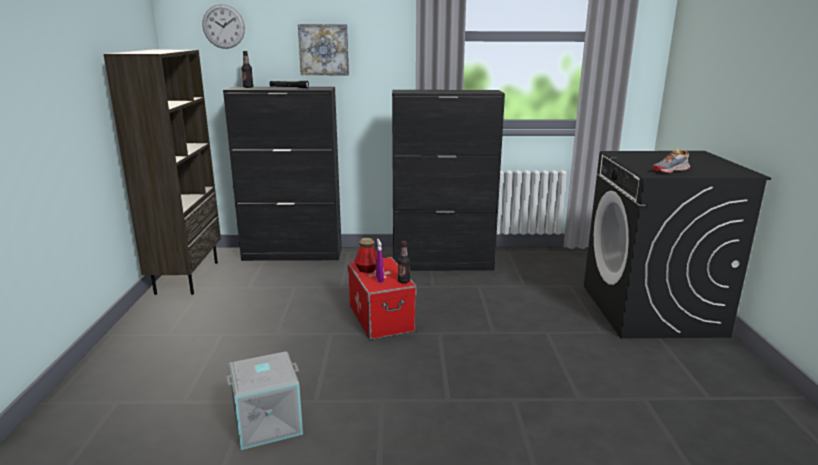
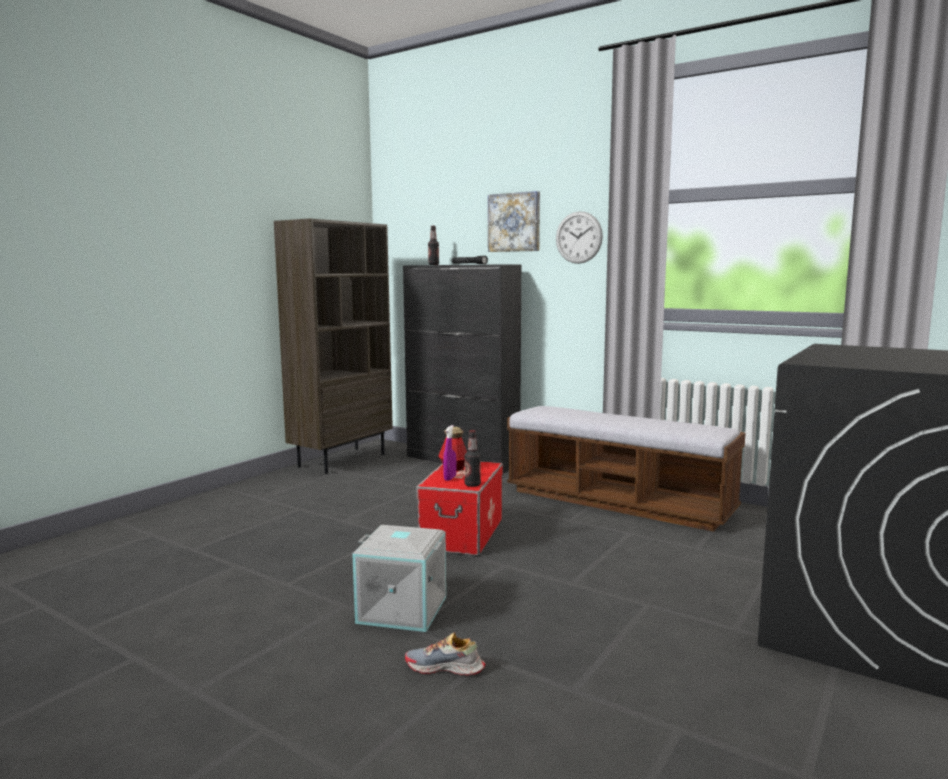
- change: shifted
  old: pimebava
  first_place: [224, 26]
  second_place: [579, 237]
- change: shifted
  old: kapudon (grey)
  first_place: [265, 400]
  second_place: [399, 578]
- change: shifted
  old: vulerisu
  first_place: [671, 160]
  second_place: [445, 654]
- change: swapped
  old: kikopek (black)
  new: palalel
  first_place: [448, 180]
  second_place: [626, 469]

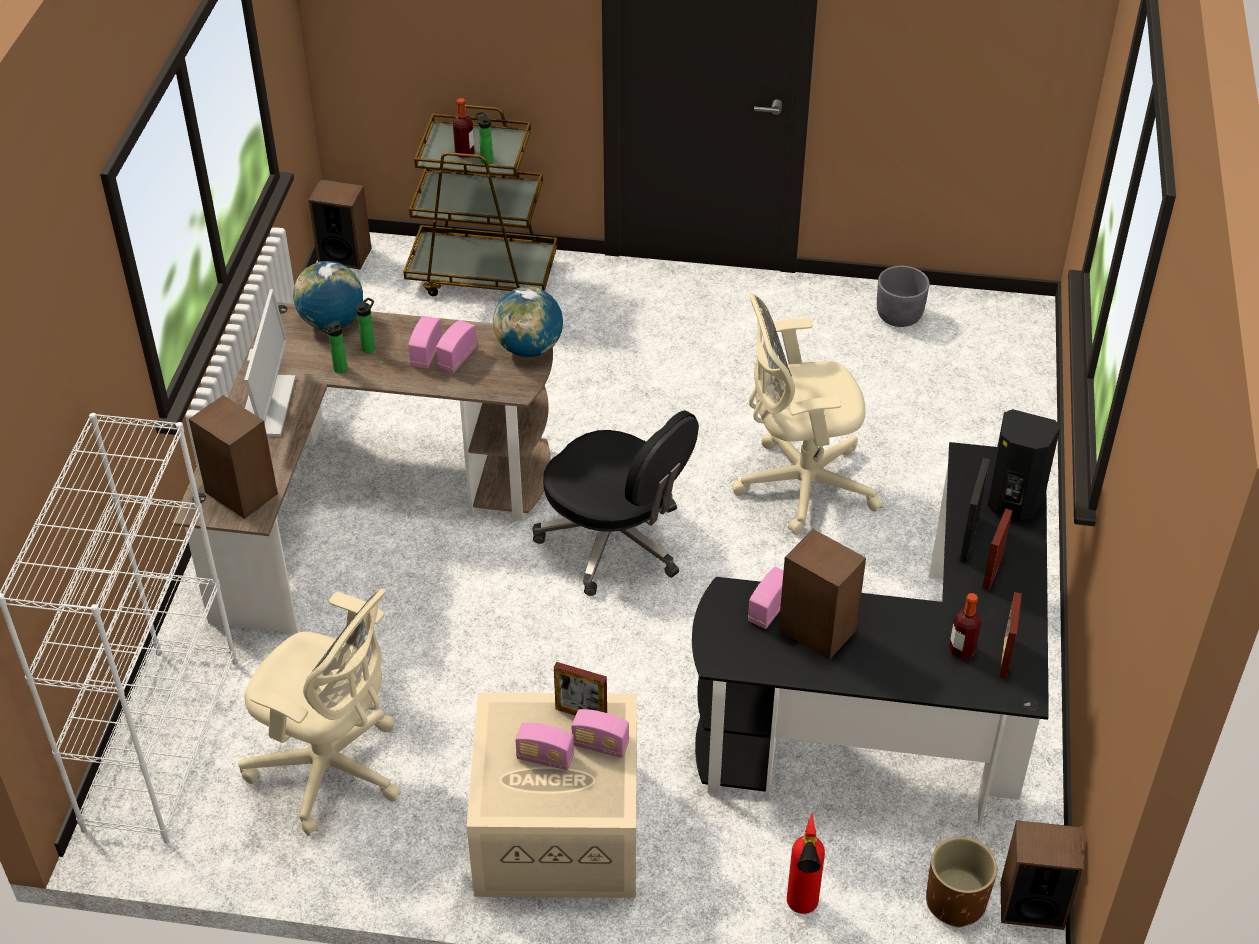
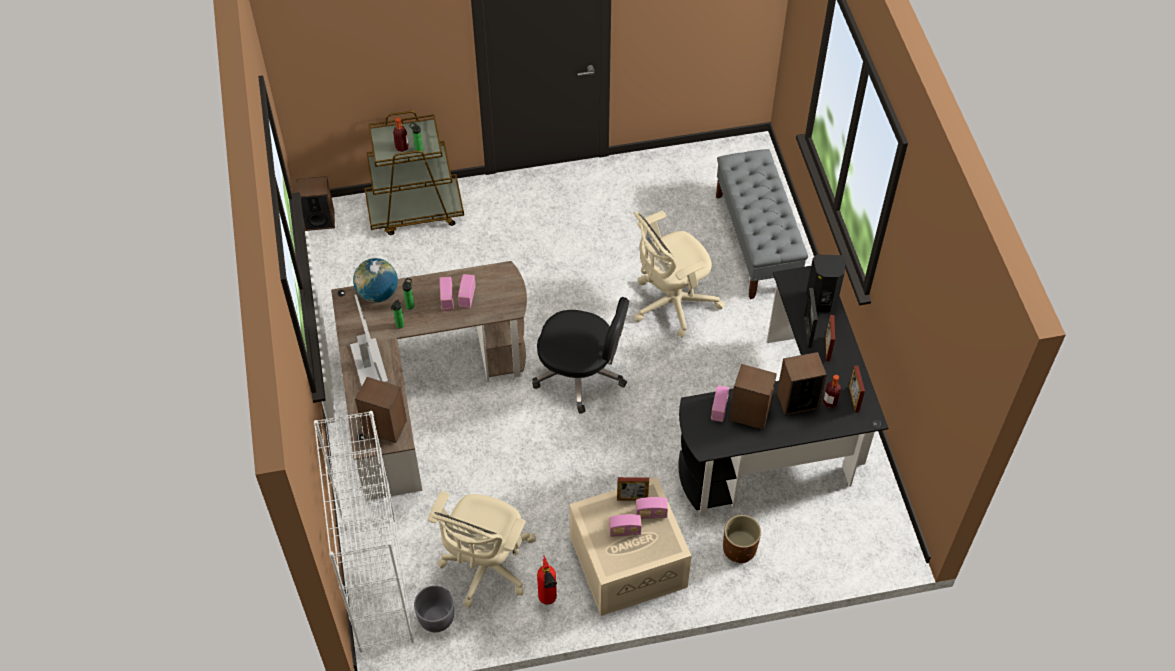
- change: gone
  old: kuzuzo
  first_place: [528, 322]
- change: new
  new: palalel (grey)
  second_place: [762, 224]
- change: shifted
  old: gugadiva
  first_place: [806, 863]
  second_place: [547, 580]
- change: shifted
  old: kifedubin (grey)
  first_place: [903, 296]
  second_place: [434, 609]
- change: shifted
  old: kifedubin (brown)
  first_place: [961, 882]
  second_place: [742, 539]
- change: shifted
  old: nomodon
  first_place: [1042, 875]
  second_place: [802, 383]
- change: rotated
  old: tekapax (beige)
  first_place: [319, 712]
  second_place: [481, 549]
  degrees: 105

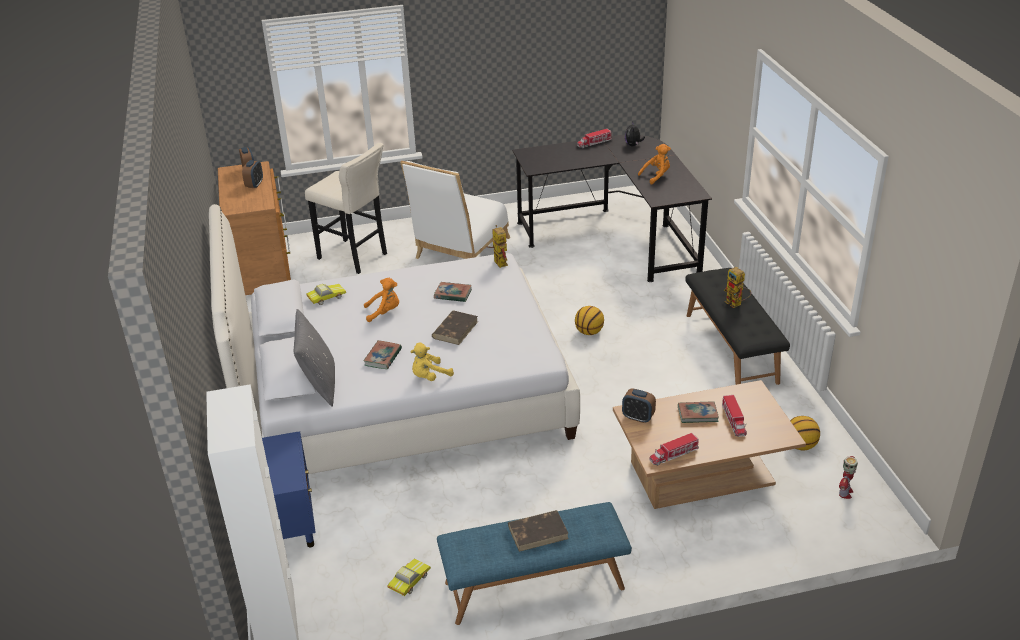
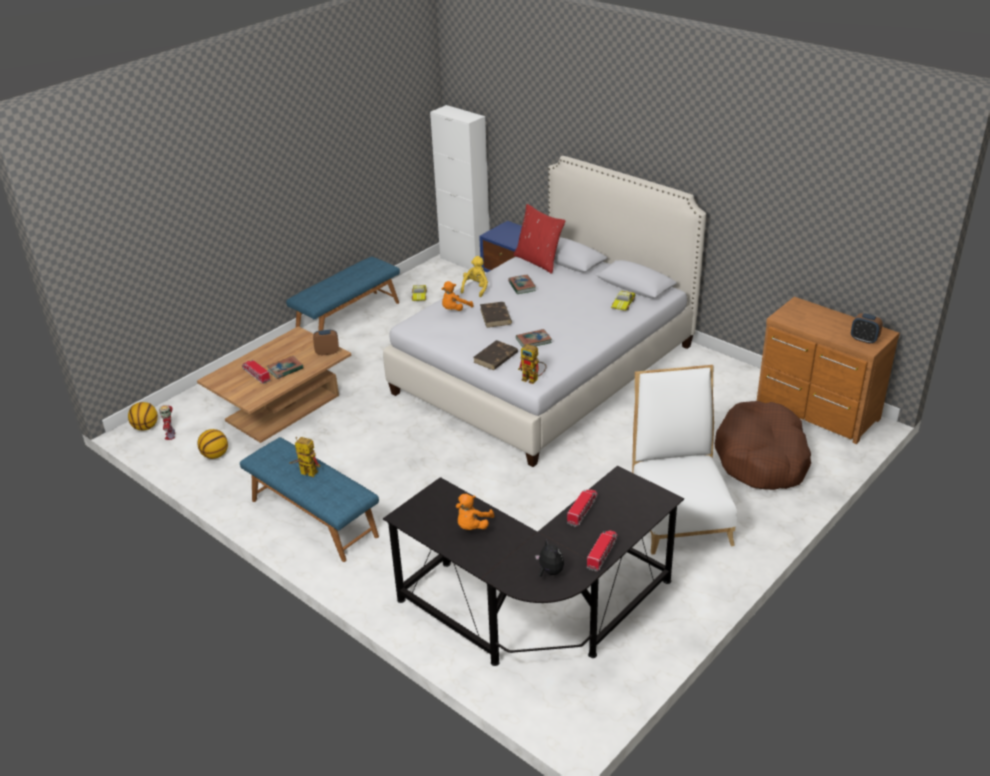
- change: gone
  old: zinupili
  first_place: [252, 174]
- change: shifted
  old: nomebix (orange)
  first_place: [381, 300]
  second_place: [457, 296]
- change: shifted
  old: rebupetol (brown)
  first_place: [538, 531]
  second_place: [495, 355]
- change: shifted
  old: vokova
  first_place: [589, 320]
  second_place: [143, 416]
- change: shifted
  old: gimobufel
  first_place: [674, 449]
  second_place: [582, 508]
- change: swapped
  old: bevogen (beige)
  new: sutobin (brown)
  first_place: [346, 208]
  second_place: [763, 445]
- change: repainted
  old: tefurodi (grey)
  new: tefurodi (red)
  first_place: [314, 358]
  second_place: [540, 239]
- change: repainted
  old: palalel (black)
  new: palalel (blue)
  first_place: [737, 326]
  second_place: [309, 499]

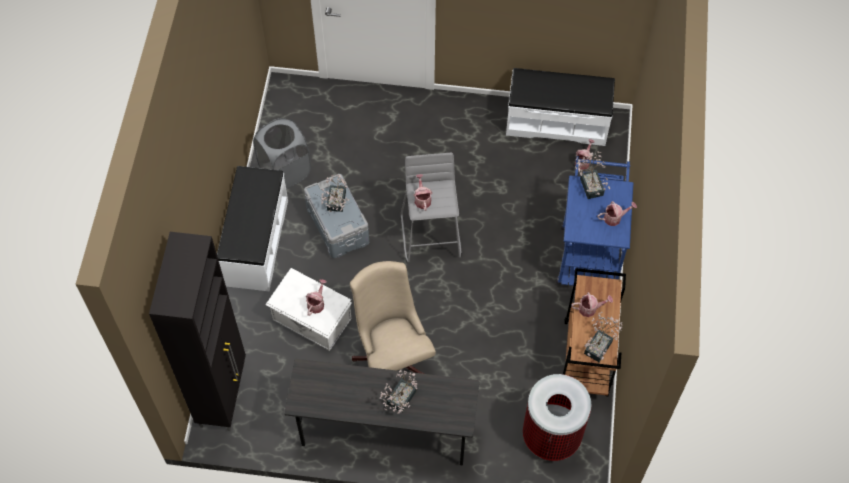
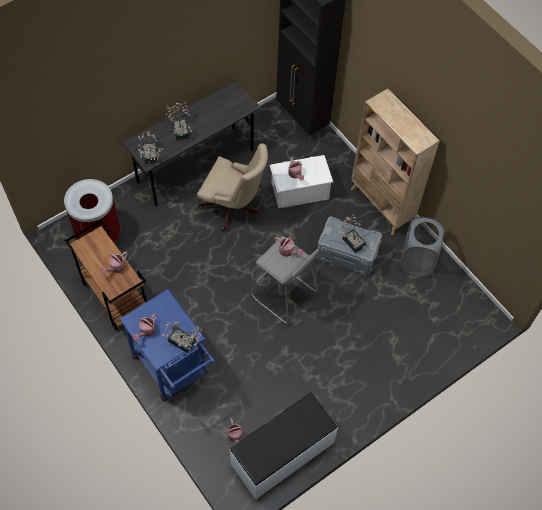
- change: shifted
  old: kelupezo
  first_place: [603, 337]
  second_place: [150, 147]
- change: swapped
  old: palalel (white)
  new: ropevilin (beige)
  first_place: [252, 228]
  second_place: [395, 161]

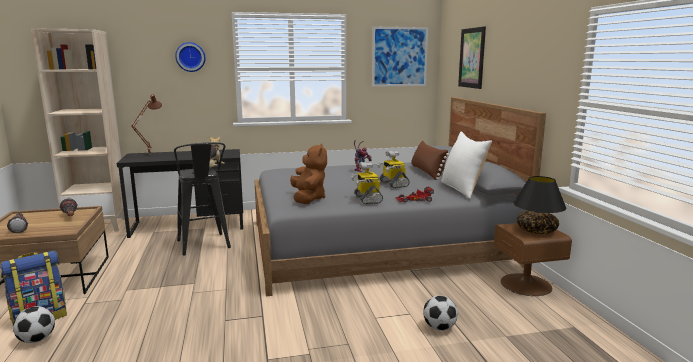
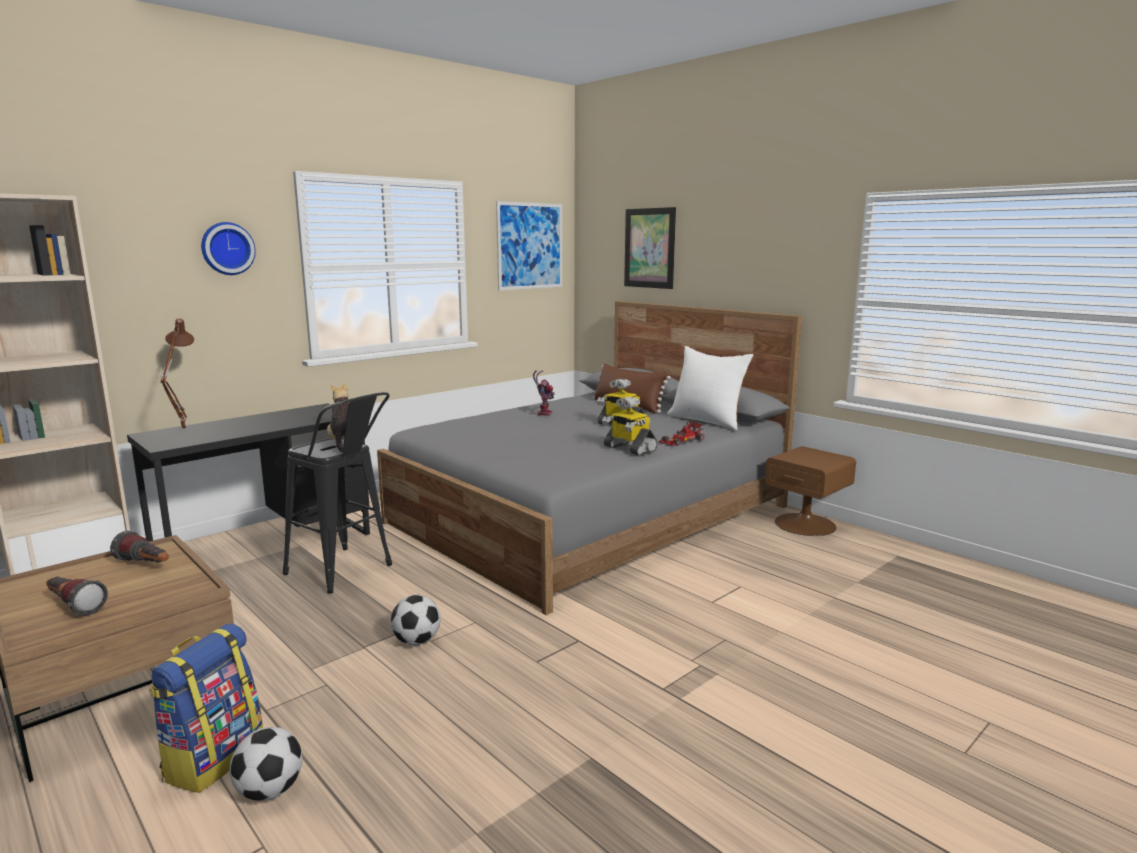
- change: gone
  old: nomebix (brown)
  first_place: [308, 173]
- change: gone
  old: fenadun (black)
  first_place: [539, 205]
- change: shifted
  old: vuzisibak
  first_place: [440, 313]
  second_place: [416, 620]

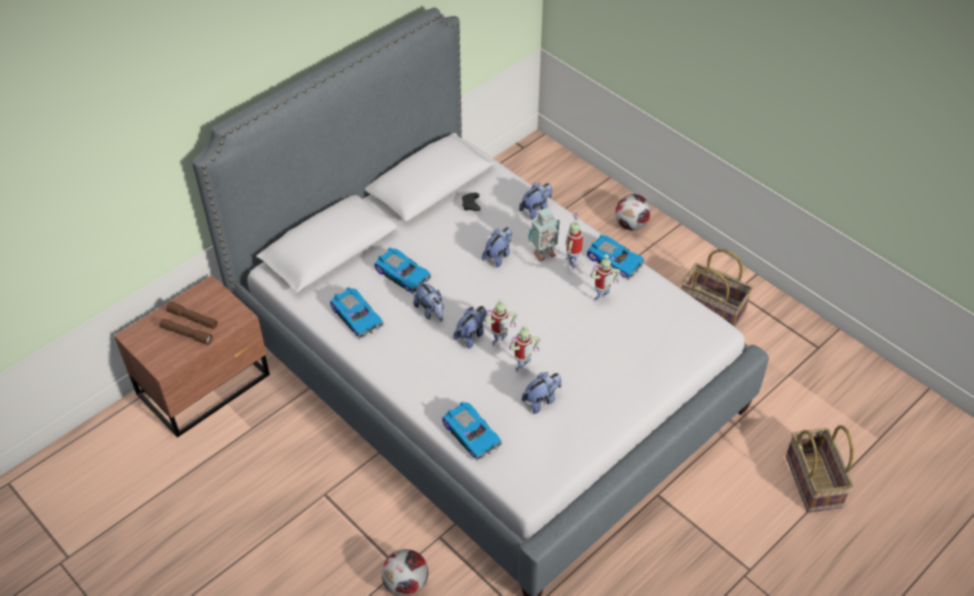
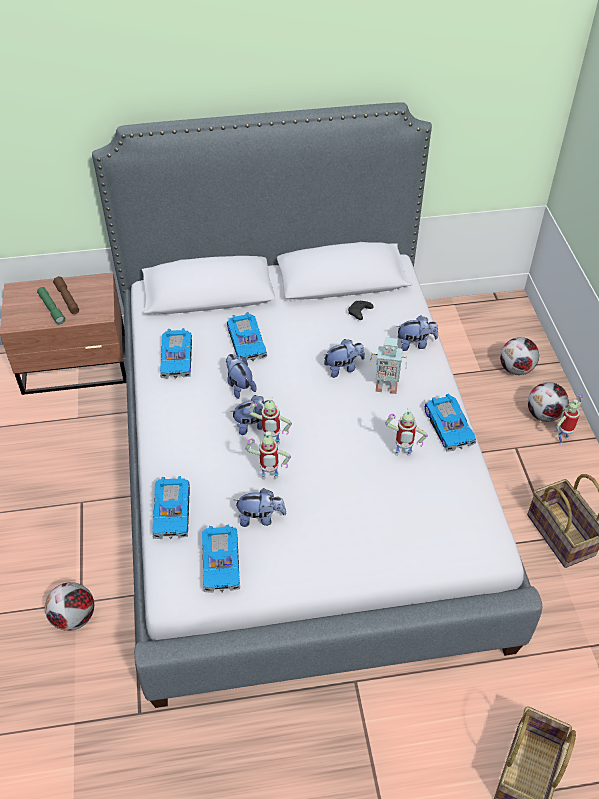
- change: new
  new: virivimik
  second_place: [221, 558]
- change: new
  new: vuzisibak
  second_place: [519, 356]
- change: shifted
  old: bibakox
  first_place: [574, 241]
  second_place: [568, 419]
- change: repainted
  old: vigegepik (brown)
  new: vigegepik (green)
  first_place: [186, 332]
  second_place: [51, 306]
- change: rotated
  old: nomebix
  first_place: [428, 301]
  second_place: [241, 376]
  degrees: 150

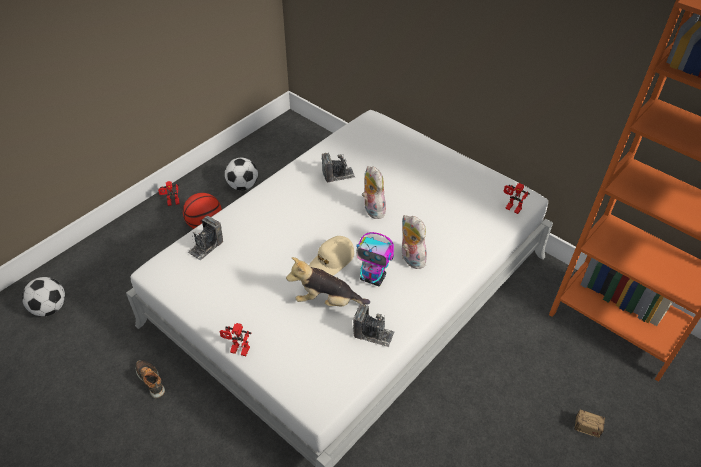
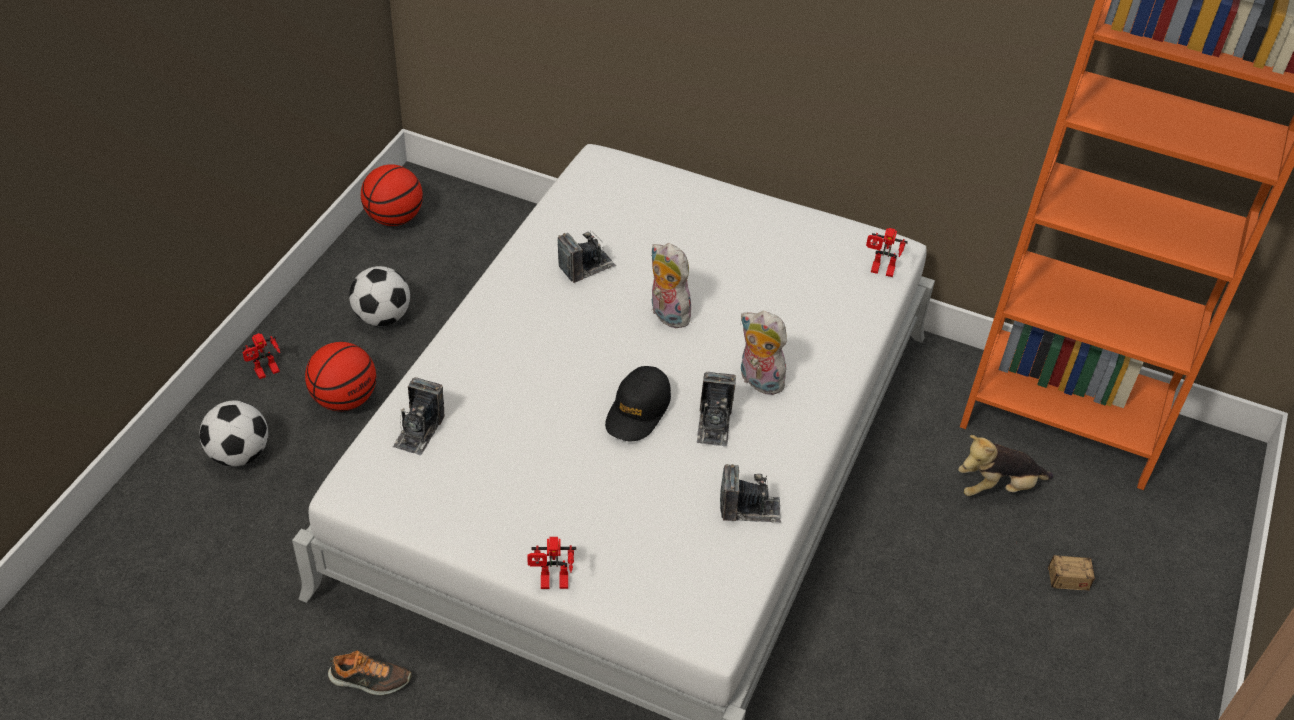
- change: new
  new: vokova
  second_place: [392, 195]
- change: shifted
  old: vuzisibak
  first_place: [43, 296]
  second_place: [234, 433]
- change: shifted
  old: nomebix
  first_place: [328, 282]
  second_place: [1005, 465]
- change: swapped
  old: bibakox
  new: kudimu
  first_place: [375, 259]
  second_place: [716, 409]
- change: repainted
  old: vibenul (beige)
  new: vibenul (black)
  first_place: [331, 256]
  second_place: [638, 403]
- change: rotated
  old: vulerisu
  first_place: [150, 379]
  second_place: [369, 672]
  degrees: 150

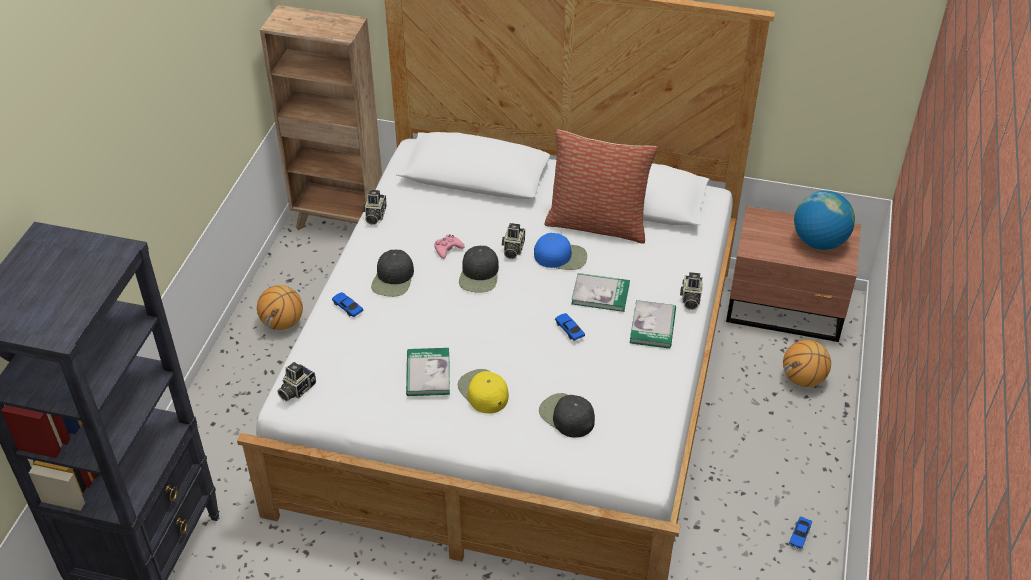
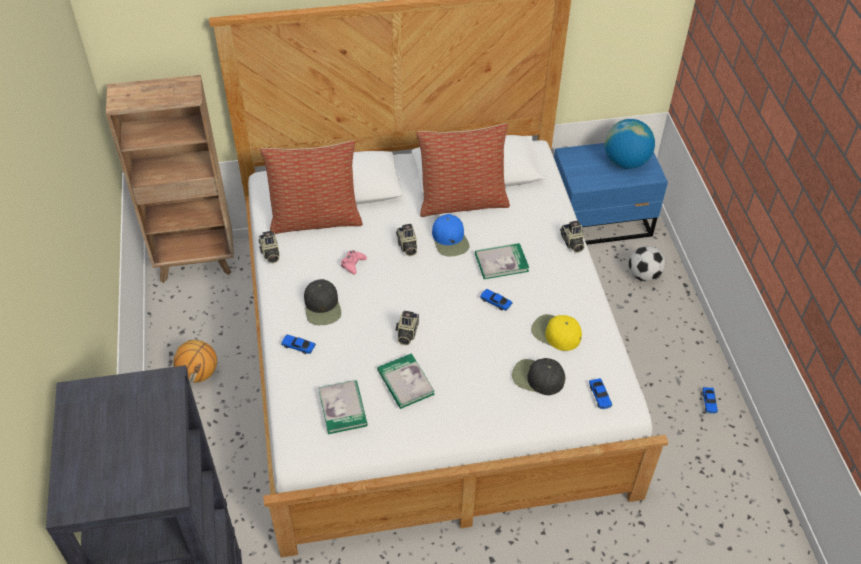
- change: gone
  old: vibenul (black)
  first_place: [479, 269]
- change: new
  new: tefurodi
  second_place: [311, 187]
- change: new
  new: virivimik
  second_place: [600, 393]
- change: shifted
  old: kudimu
  first_place: [296, 381]
  second_place: [407, 328]
- change: shifted
  old: vibenul (yellow)
  first_place: [483, 391]
  second_place: [556, 332]
- change: shifted
  old: rebupetol
  first_place: [653, 324]
  second_place: [343, 407]
- change: swapped
  old: vokova
  new: vuzisibak
  first_place: [807, 363]
  second_place: [647, 264]
- change: repainted
  old: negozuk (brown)
  new: negozuk (blue)
  first_place: [793, 274]
  second_place: [611, 194]
- change: rotated
  old: vibenul (blue)
  first_place: [560, 251]
  second_place: [451, 235]
  degrees: 90

